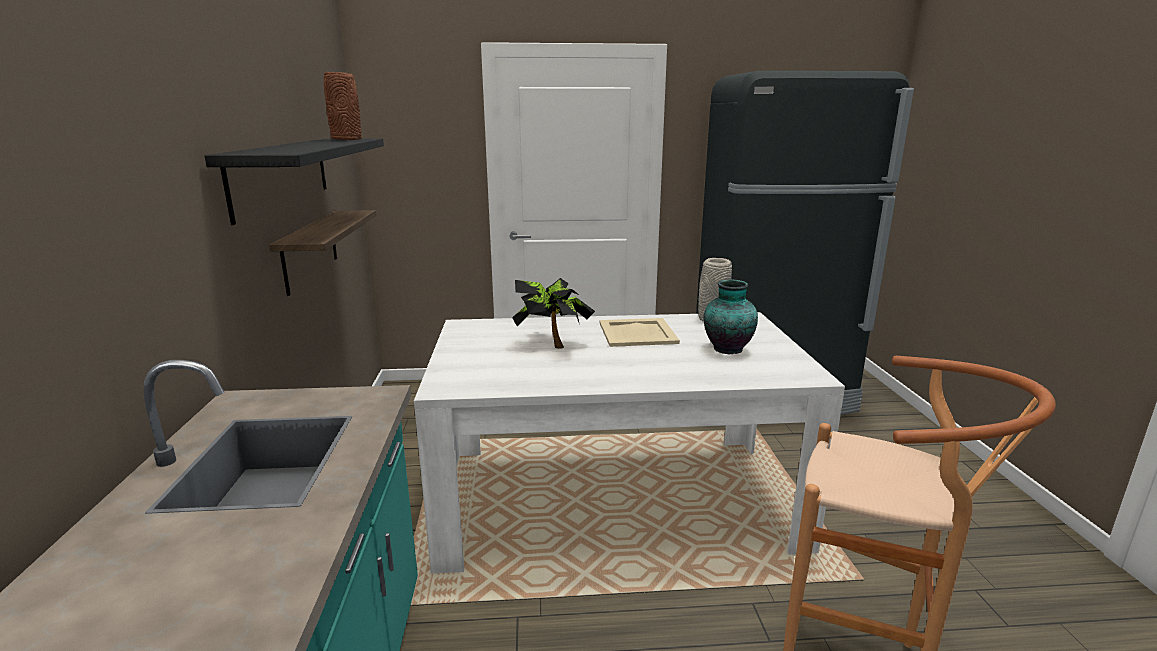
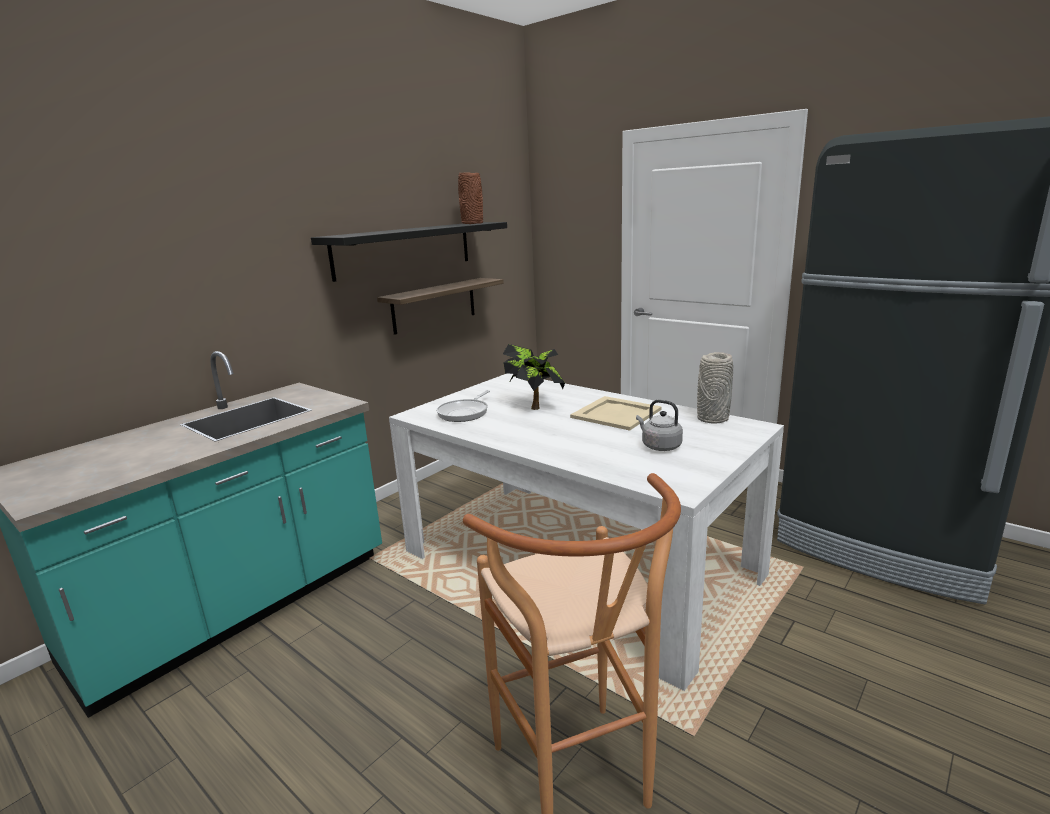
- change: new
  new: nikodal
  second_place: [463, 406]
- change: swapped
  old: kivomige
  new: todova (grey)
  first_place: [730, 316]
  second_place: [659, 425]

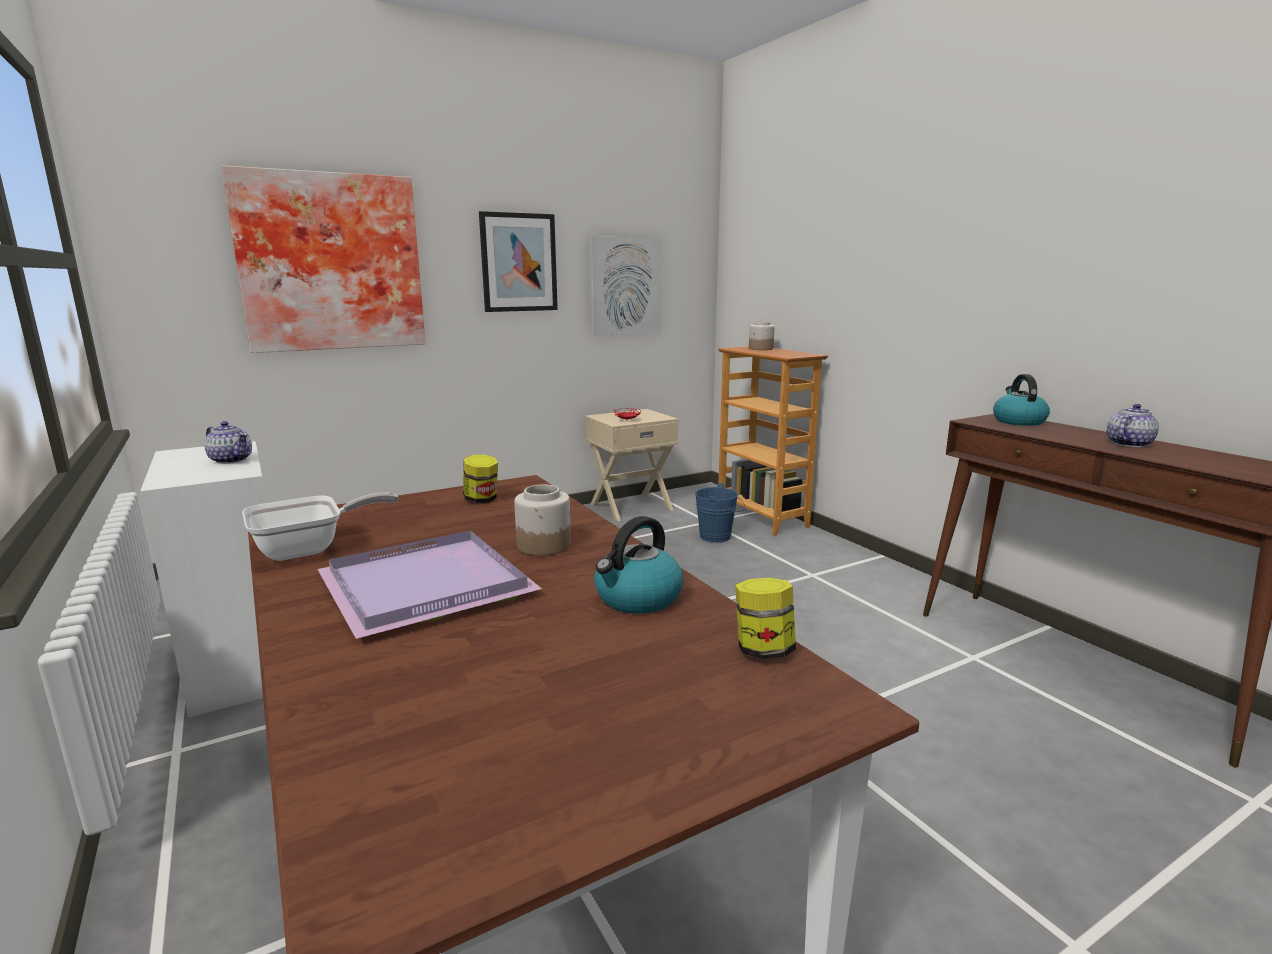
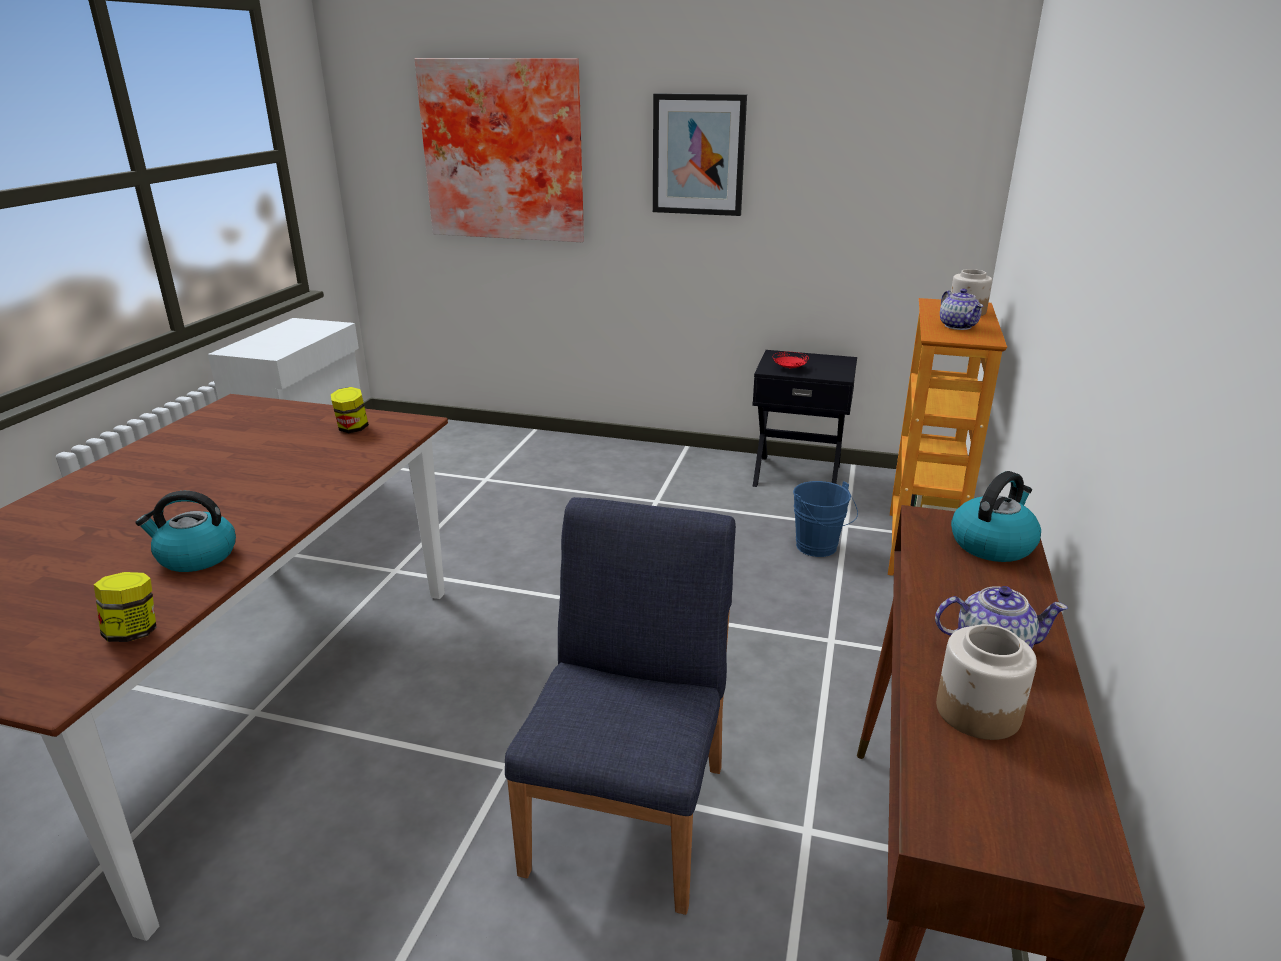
- change: gone
  old: nikodal
  first_place: [320, 526]
- change: gone
  old: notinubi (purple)
  first_place: [430, 584]
- change: gone
  old: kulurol
  first_place: [625, 286]
- change: new
  new: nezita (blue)
  second_place: [620, 706]
- change: shifted
  old: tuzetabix
  first_place: [228, 442]
  second_place: [961, 309]
- change: shifted
  old: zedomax
  first_place: [542, 520]
  second_place: [986, 682]
- change: repainted
  old: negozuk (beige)
  new: negozuk (black)
  first_place: [632, 465]
  second_place: [804, 418]

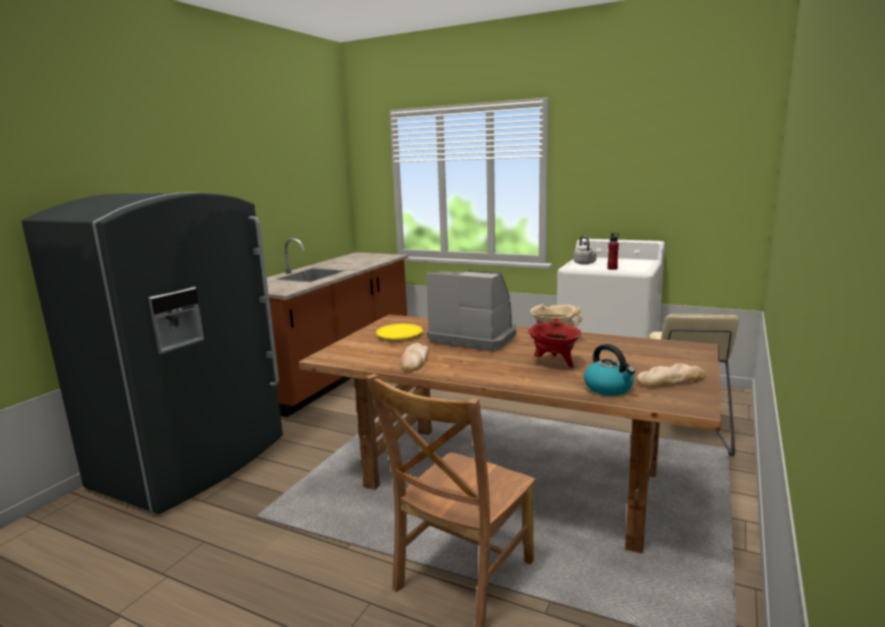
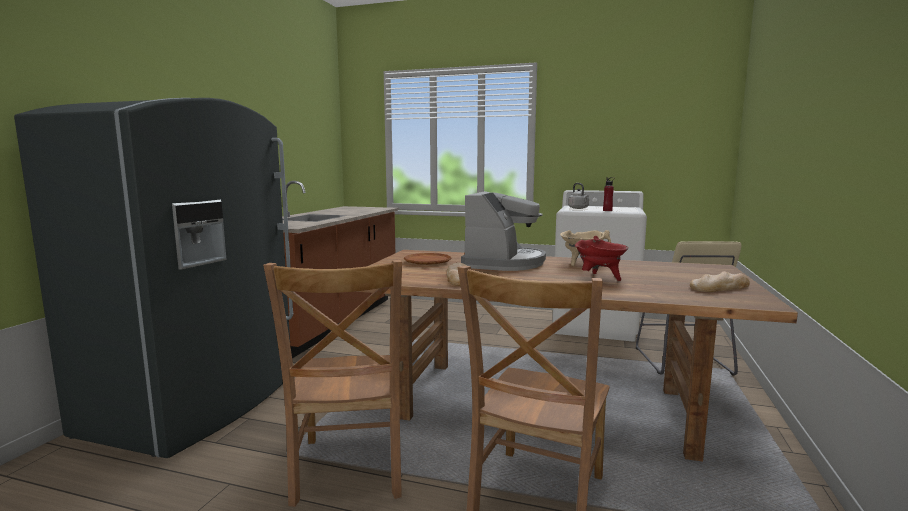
- change: gone
  old: todova
  first_place: [610, 370]
- change: new
  new: nezita (brown)
  second_place: [332, 383]
- change: repainted
  old: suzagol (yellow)
  new: suzagol (brown)
  first_place: [399, 332]
  second_place: [427, 259]
- change: rotated
  old: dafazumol
  first_place: [471, 310]
  second_place: [503, 231]
  degrees: 90

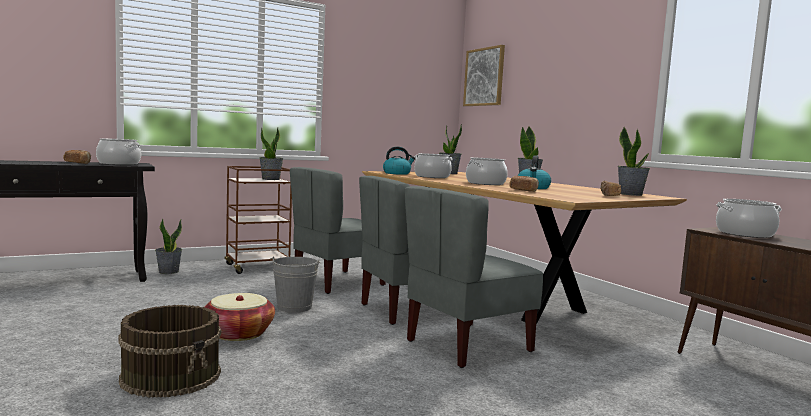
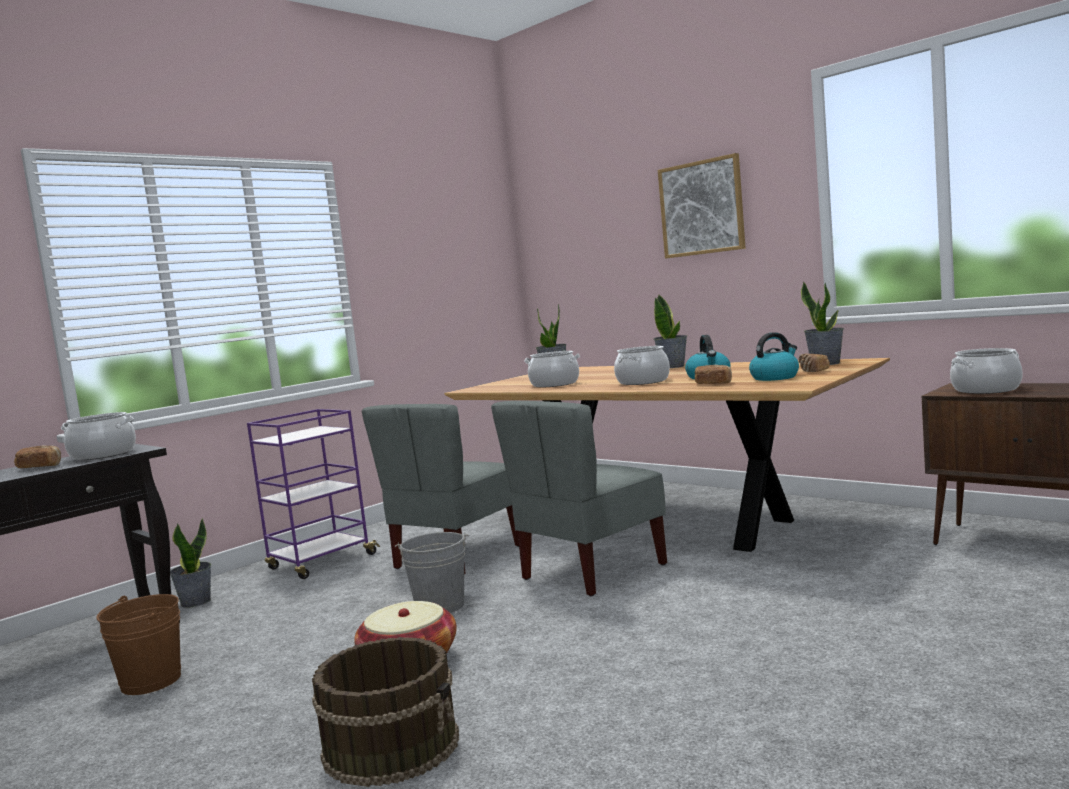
- change: gone
  old: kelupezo
  first_place: [271, 154]
- change: gone
  old: nezita (grey)
  first_place: [474, 277]
- change: new
  new: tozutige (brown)
  second_place: [138, 644]
- change: shifted
  old: todova
  first_place: [399, 161]
  second_place: [774, 356]
- change: shifted
  old: kulurol
  first_place: [484, 75]
  second_place: [702, 205]
- change: repainted
  old: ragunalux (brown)
  new: ragunalux (purple)
  first_place: [258, 220]
  second_place: [313, 494]

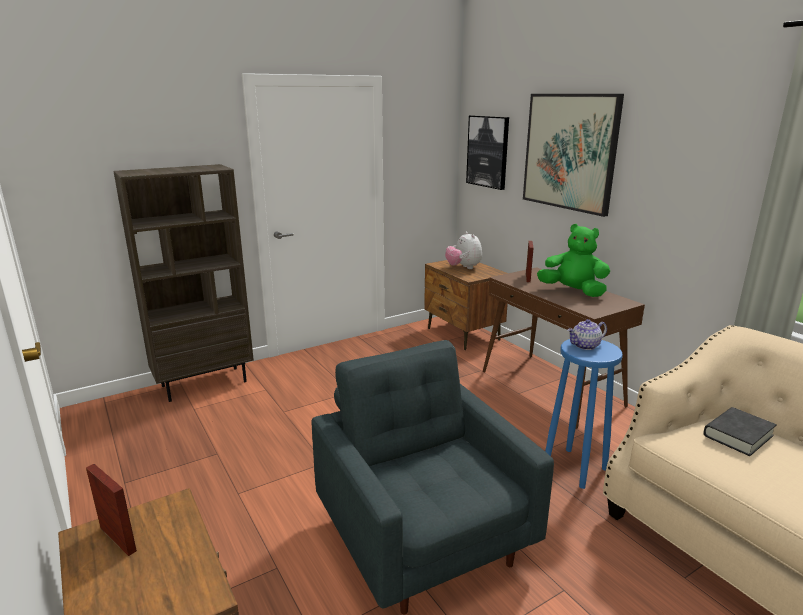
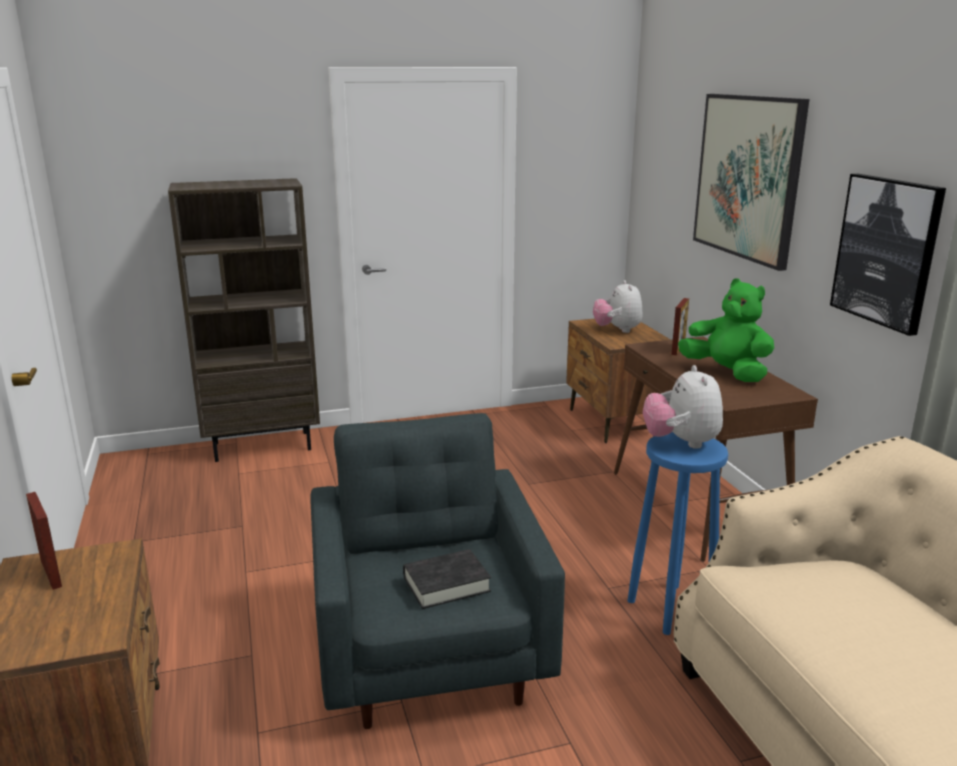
- change: shifted
  old: kulurol
  first_place: [487, 152]
  second_place: [888, 255]
- change: shifted
  old: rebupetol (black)
  first_place: [740, 431]
  second_place: [447, 579]
- change: swapped
  old: tuzetabix
  new: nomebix
  first_place: [587, 334]
  second_place: [683, 407]

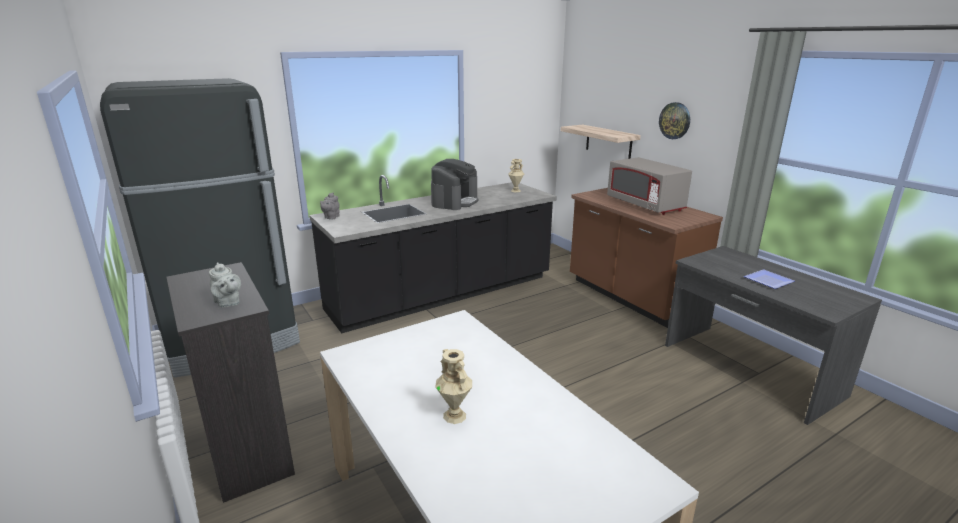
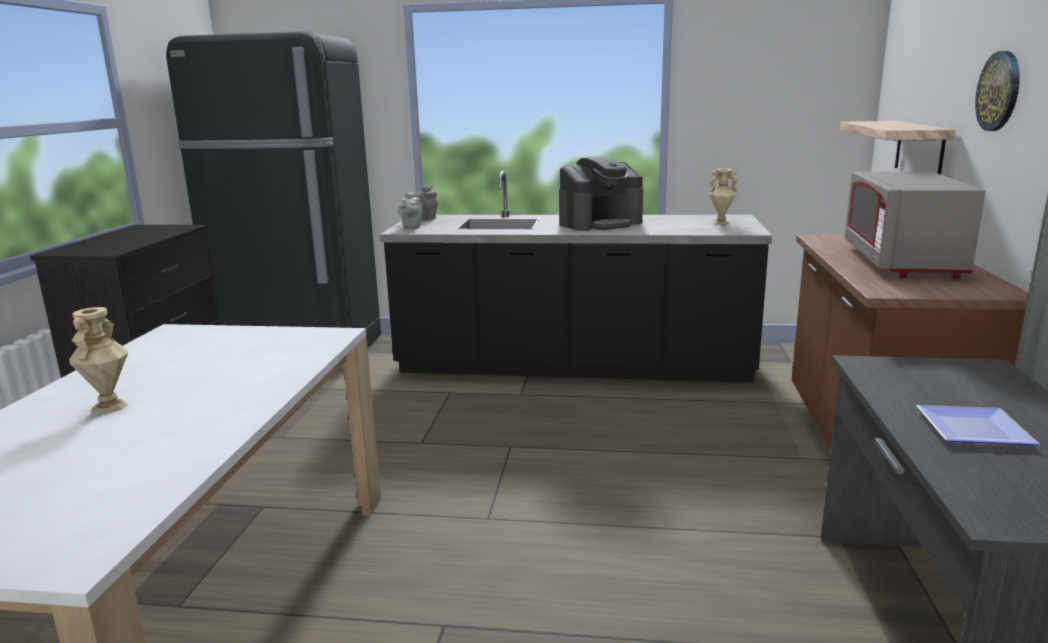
- change: shifted
  old: tuzetabix (grey)
  first_place: [225, 284]
  second_place: [410, 210]

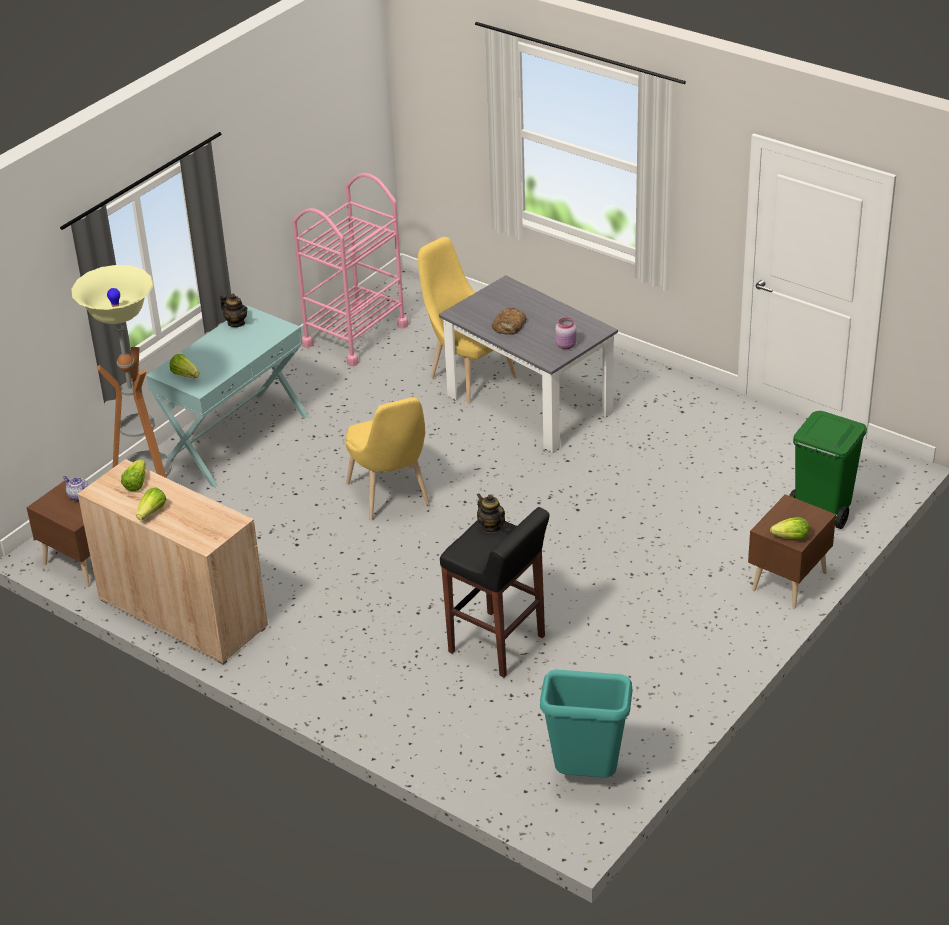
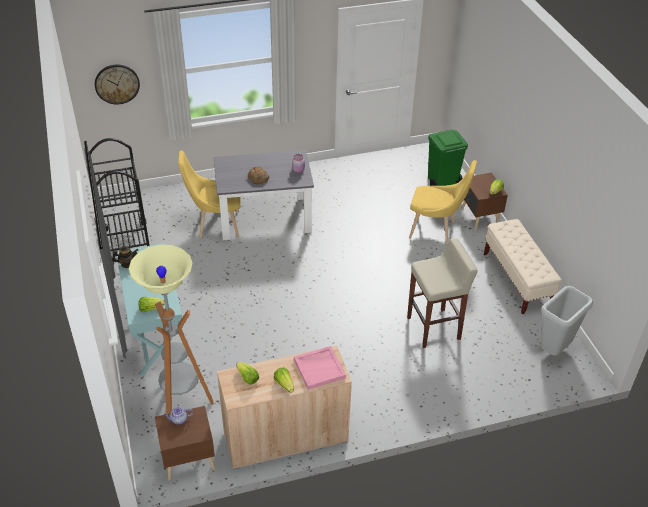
- change: gone
  old: tuzetabix
  first_place: [491, 513]
- change: new
  new: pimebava
  second_place: [117, 84]
- change: new
  new: notinubi (pink)
  second_place: [320, 368]
- change: new
  new: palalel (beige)
  second_place: [523, 266]
- change: shifted
  old: nezita (yellow)
  first_place: [387, 458]
  second_place: [443, 202]
- change: repainted
  old: ragunalux (pink)
  new: ragunalux (black)
  first_place: [350, 269]
  second_place: [119, 201]
- change: repainted
  old: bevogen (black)
  new: bevogen (beige)
  first_place: [495, 592]
  second_place: [442, 293]
- change: repainted
  old: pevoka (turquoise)
  new: pevoka (grey)
  first_place: [586, 724]
  second_place: [566, 321]

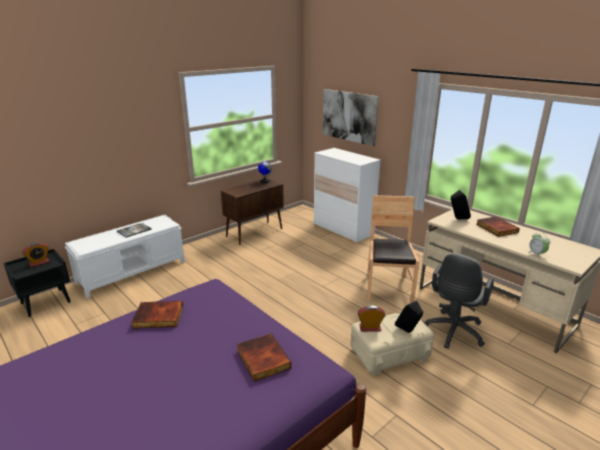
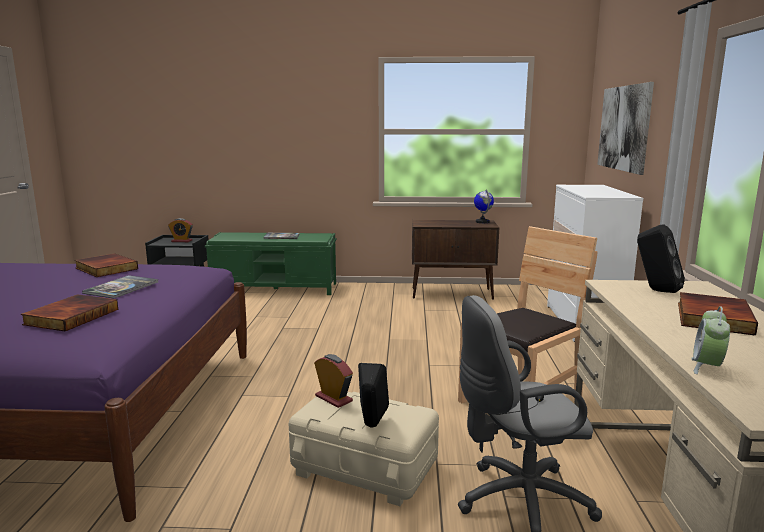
- change: new
  new: rebupetol
  second_place: [120, 287]
- change: repainted
  old: palalel (white)
  new: palalel (green)
  first_place: [125, 256]
  second_place: [270, 263]

